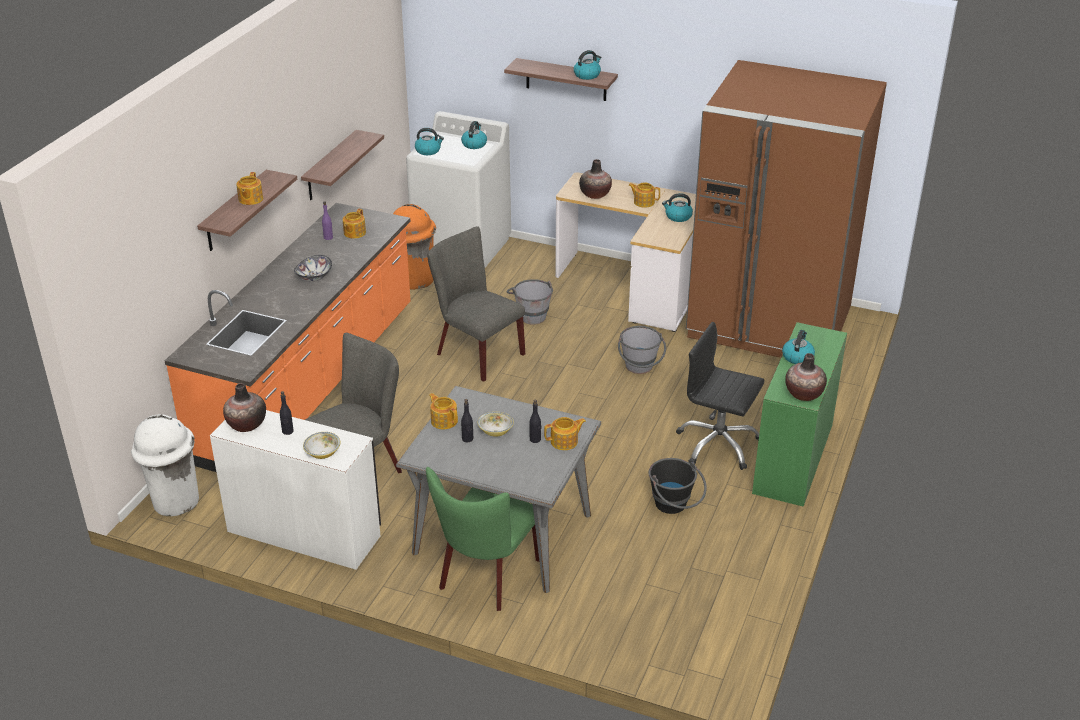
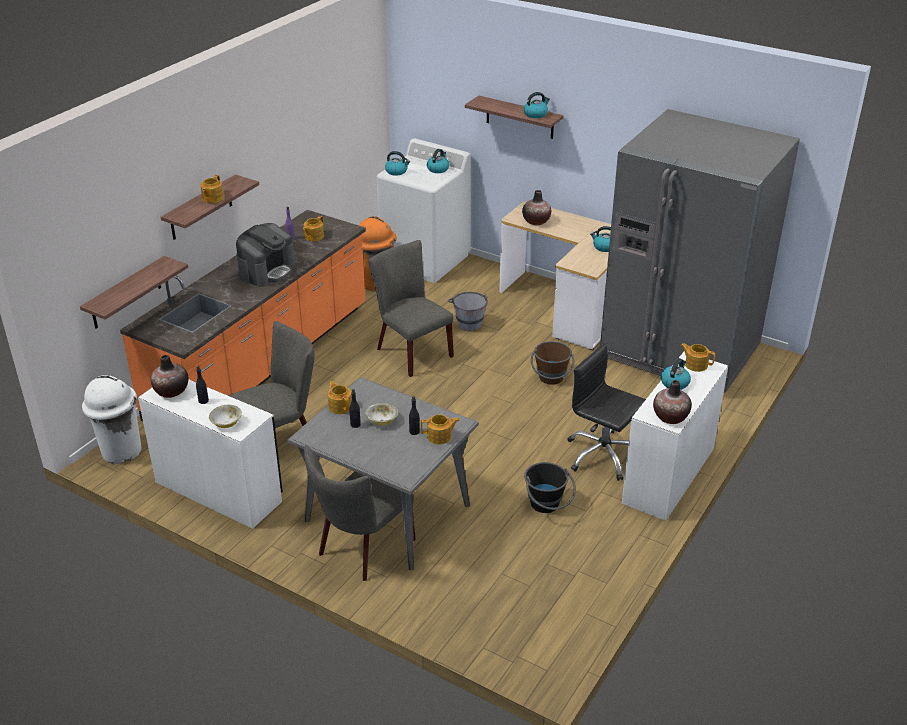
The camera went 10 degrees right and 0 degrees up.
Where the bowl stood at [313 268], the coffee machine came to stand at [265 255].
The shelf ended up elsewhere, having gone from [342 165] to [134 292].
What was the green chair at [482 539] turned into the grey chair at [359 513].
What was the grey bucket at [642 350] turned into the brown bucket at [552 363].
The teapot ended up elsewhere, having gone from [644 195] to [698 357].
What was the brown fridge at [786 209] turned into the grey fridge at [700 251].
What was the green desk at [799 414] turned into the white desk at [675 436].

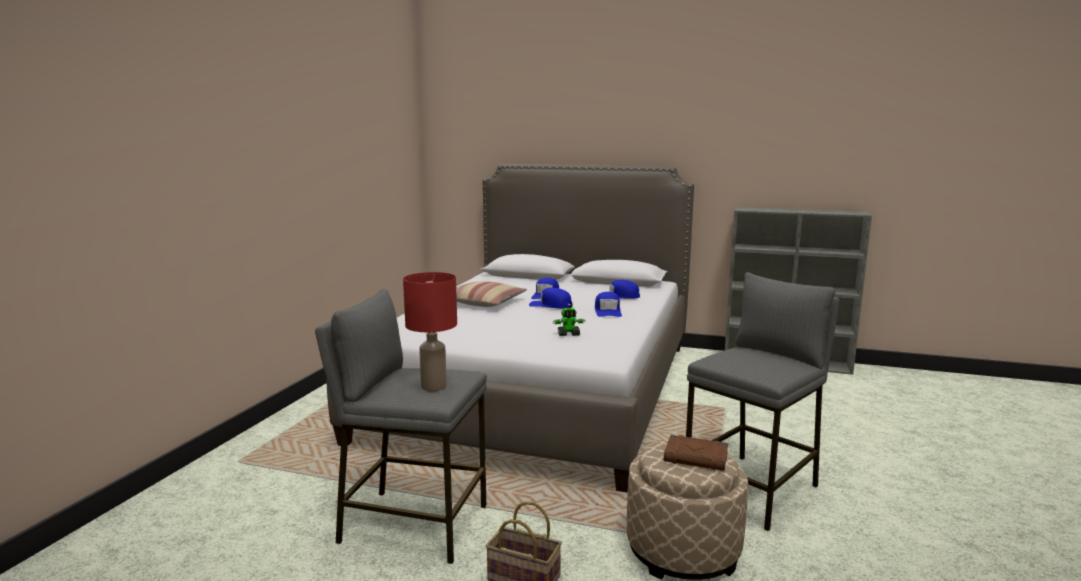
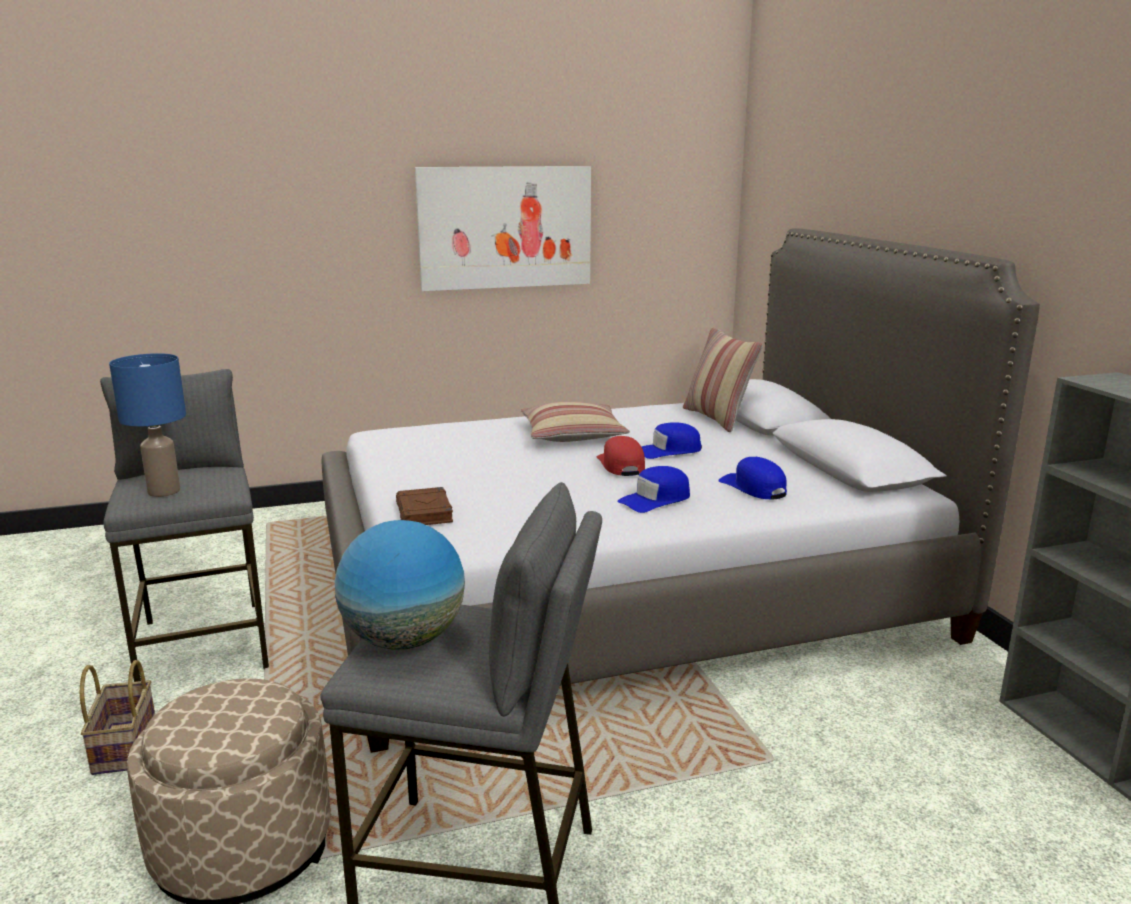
The camera went 55 degrees right and 5 degrees up.
What was the red table lamp at [430 331] turned into the blue table lamp at [147 425].
What was the blue cap at [551 298] turned into the red cap at [621 456].
The second view lost the toy robot at [569 322].
The brown book ended up elsewhere, having gone from [696 453] to [424 506].
The second view gained the globe at [400 585].
The second view gained the picture at [503 228].
The second view gained the pillow at [723 379].

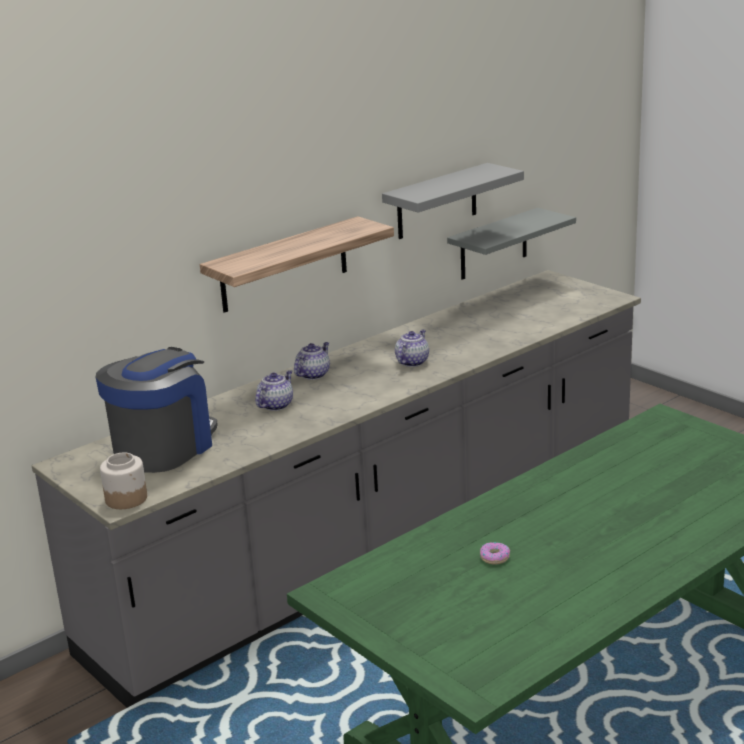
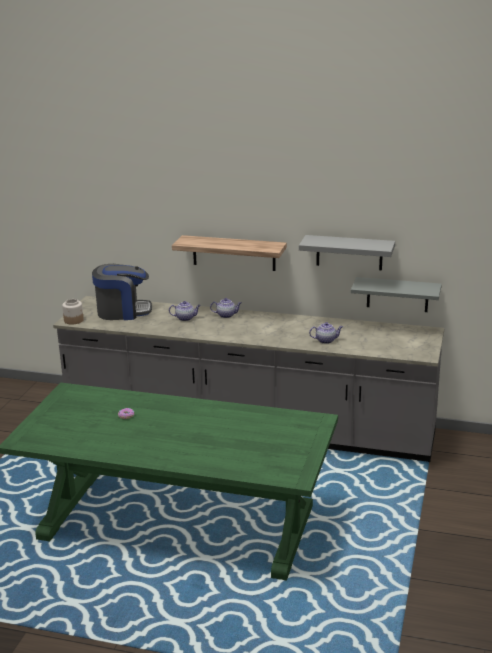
The camera went 55 degrees right and 0 degrees up.
The teapot ended up elsewhere, having gone from [412 348] to [326 333].

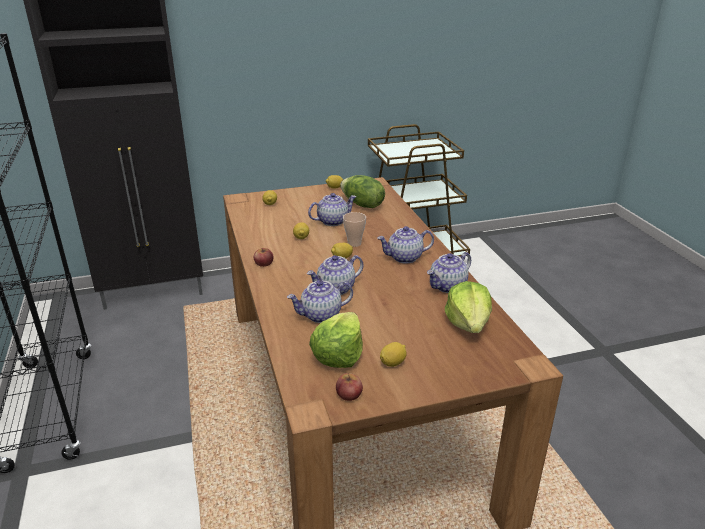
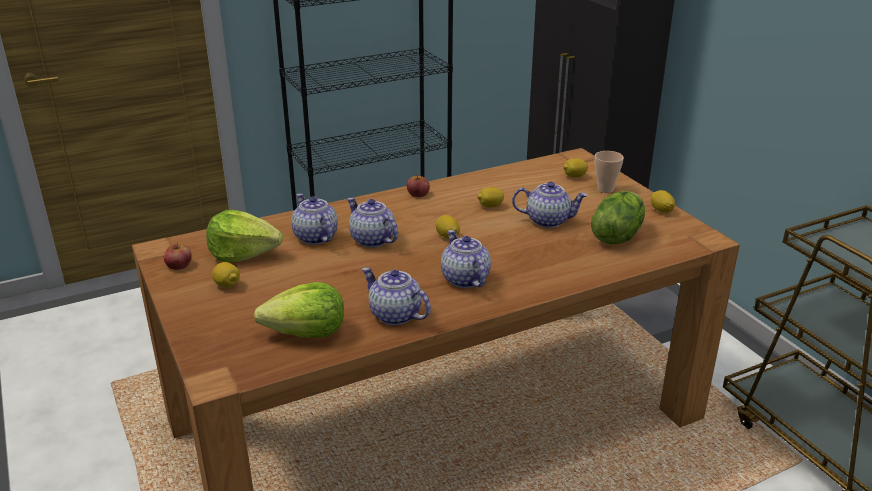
The camera went 80 degrees right and 0 degrees up.
The teapot at [332 209] ended up facing another way, 45 degrees counterclockwise from before.
The cup ended up elsewhere, having gone from [354 229] to [609 172].

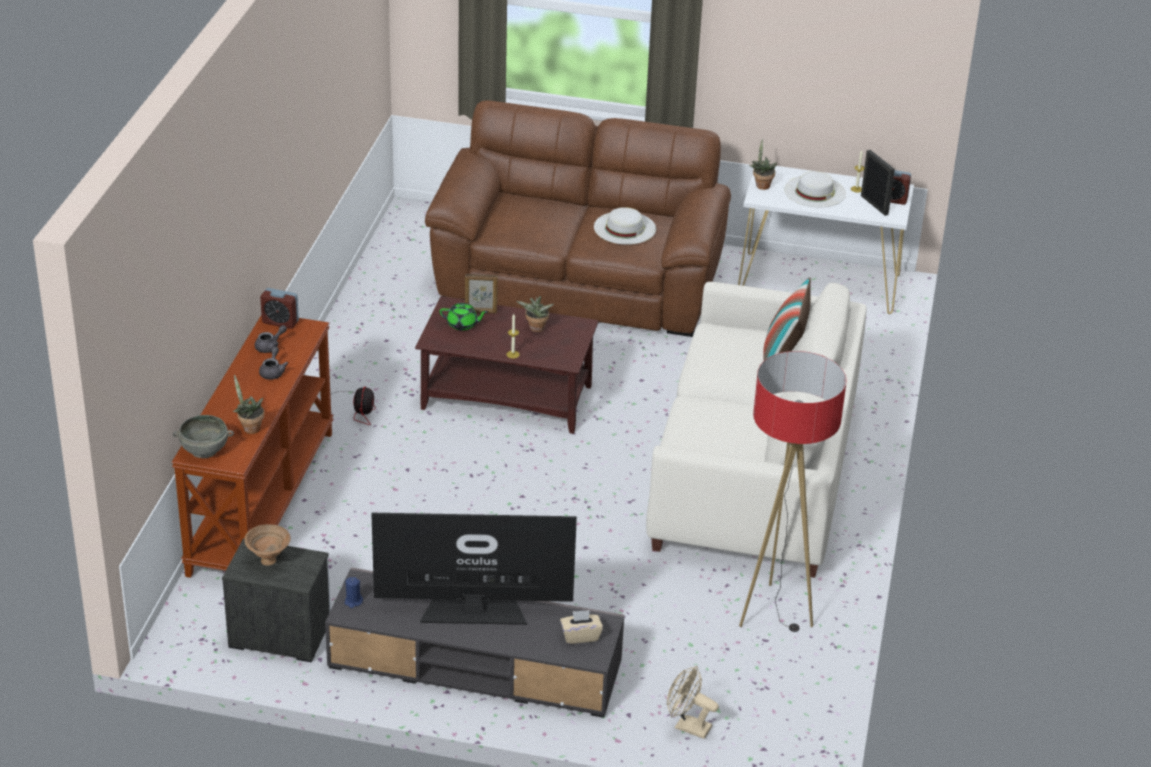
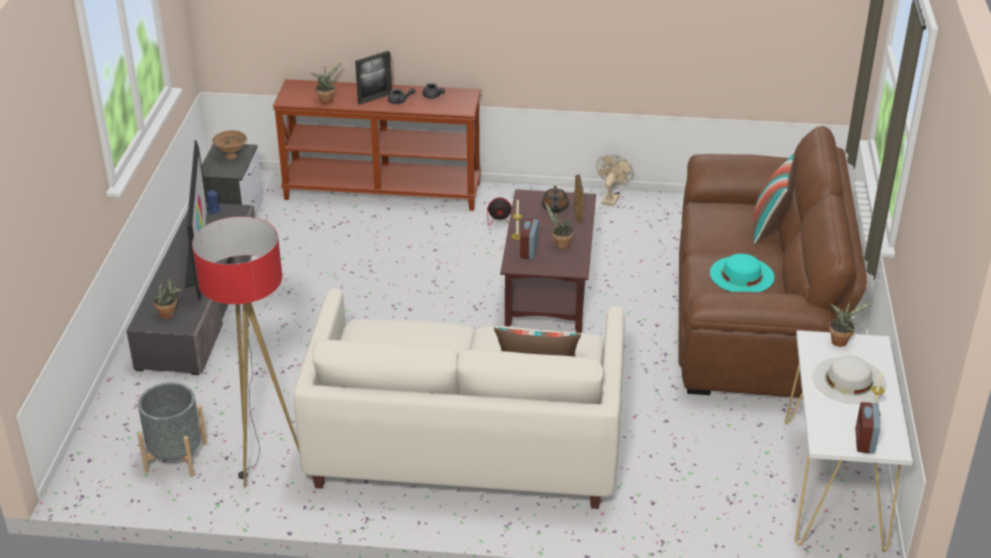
The camera went 85 degrees right and 0 degrees up.
The second view lost the grey bowl at [203 436].
The alarm clock ended up elsewhere, having gone from [279 308] to [529 239].
What was the green teapot at [464 316] turned into the brown teapot at [555 199].
Where the beige tissue box stood at [581 627], the potted plant came to stand at [168 298].
What was the white hat at [625 226] turned into the turquoise hat at [742 273].
The beige fan ended up elsewhere, having gone from [693 702] to [615 180].
The picture frame ended up elsewhere, having gone from [878 183] to [373 78].
The second view gained the grey planter at [172 430].
The second view gained the pillow at [774 199].

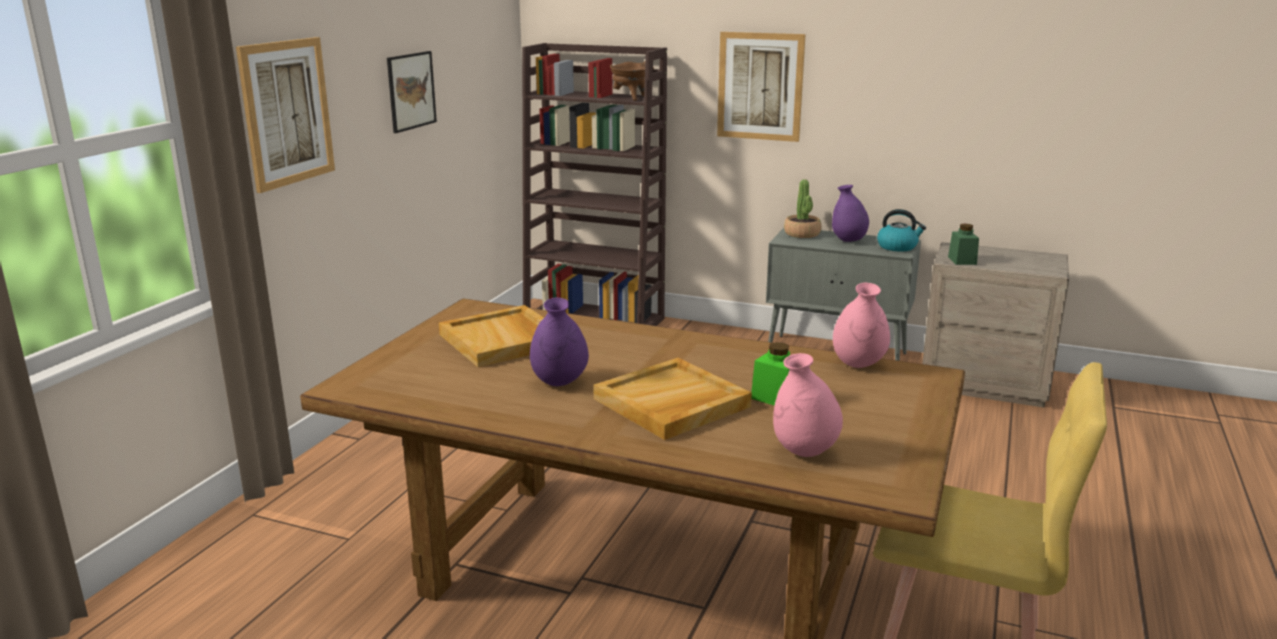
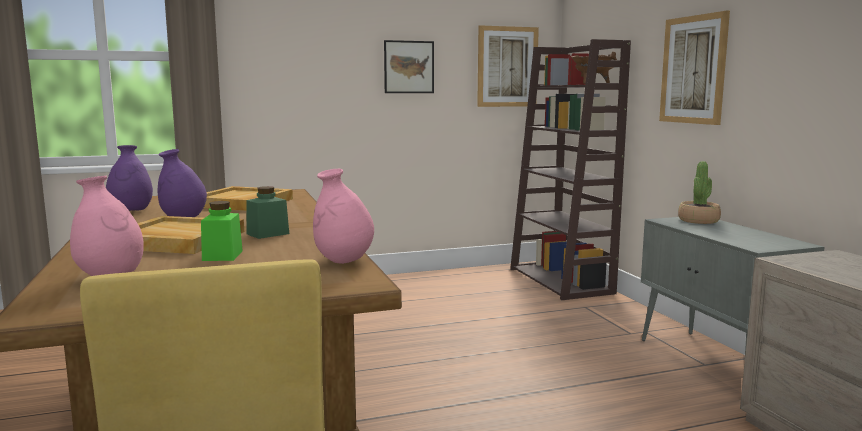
The camera went 50 degrees right and 10 degrees down.
The picture ended up elsewhere, having gone from [285 115] to [508 66].
The purple vase ended up elsewhere, having gone from [850 213] to [129 178].
The second view lost the kettle at [901 230].
The green jar ended up elsewhere, having gone from [963 244] to [267 212].

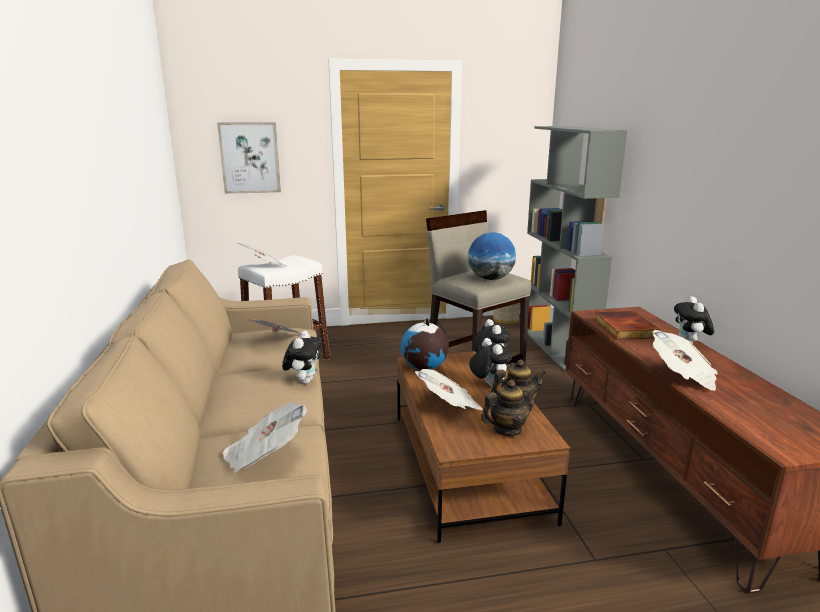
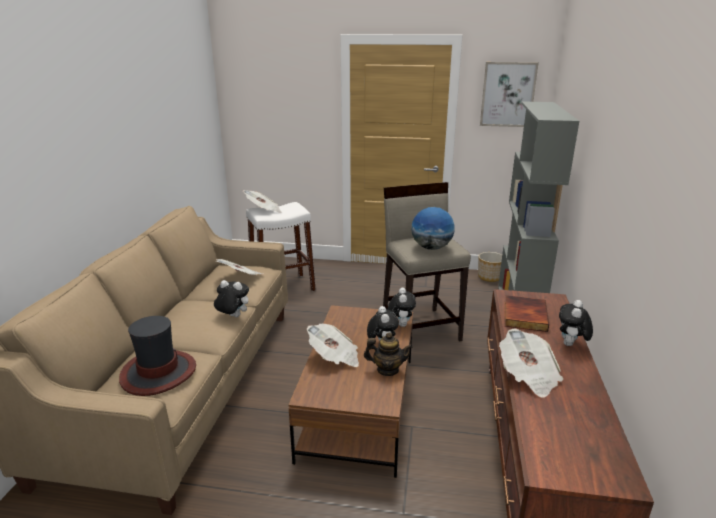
The camera went 20 degrees right and 5 degrees up.
The picture ended up elsewhere, having gone from [249 158] to [509 94].
Where the newspaper stood at [264 437], the hat came to stand at [157 356].
The plush toy at [302 357] ended up facing another way, 105 degrees counterclockwise from before.
The second view lost the globe at [425 344].
The second view lost the teapot at [509 408].

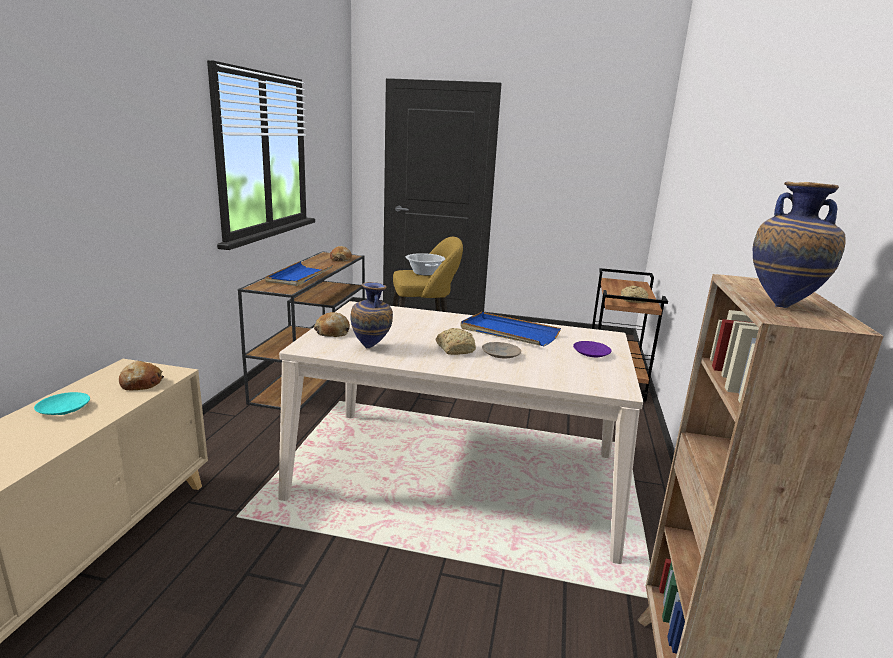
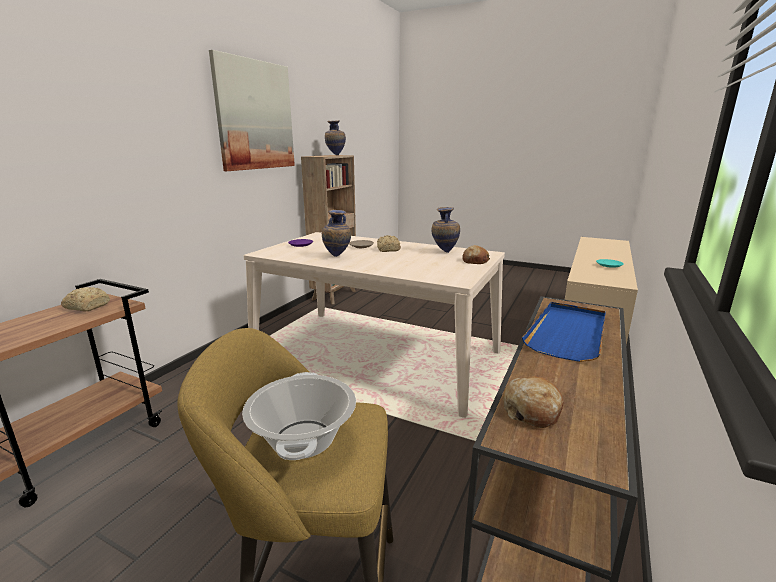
The camera went 165 degrees left and 0 degrees up.
The second view lost the bread at [141 375].
Where the blue tray stood at [510 329], the vase came to stand at [336 233].
The second view gained the picture at [252 110].

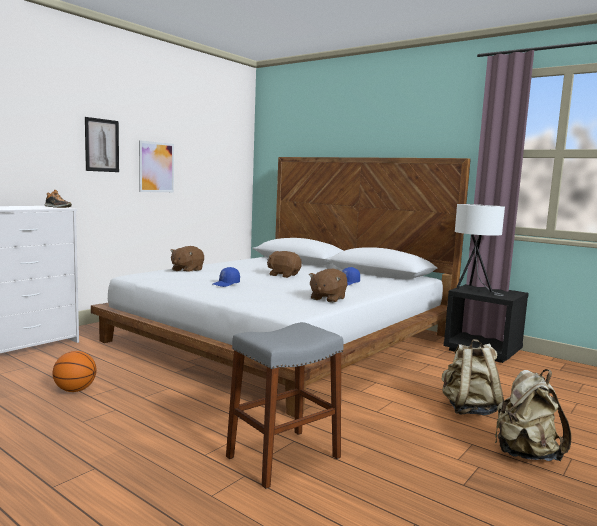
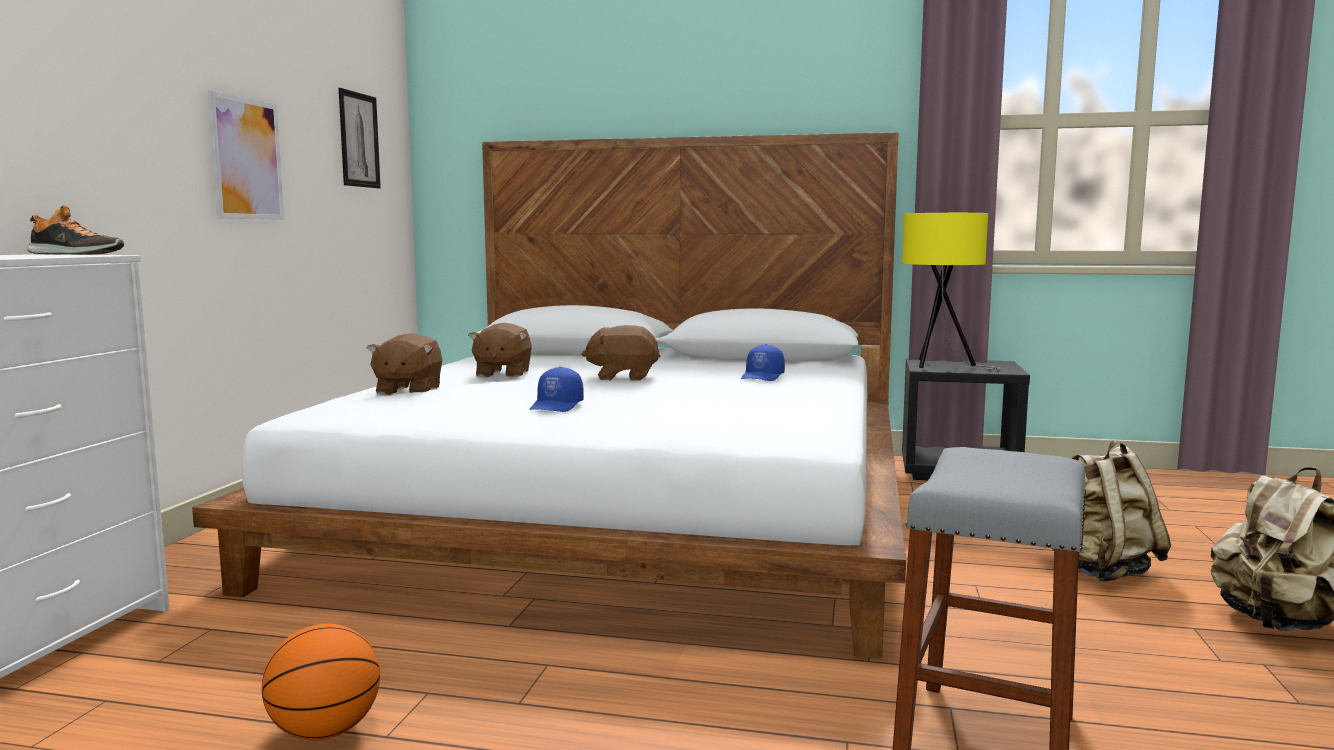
The camera went 25 degrees left and 0 degrees up.
The picture ended up elsewhere, having gone from [102 144] to [360 138].
The brown plush toy ended up elsewhere, having gone from [328 286] to [500 350].
What was the white table lamp at [480 250] turned into the yellow table lamp at [951 291].

